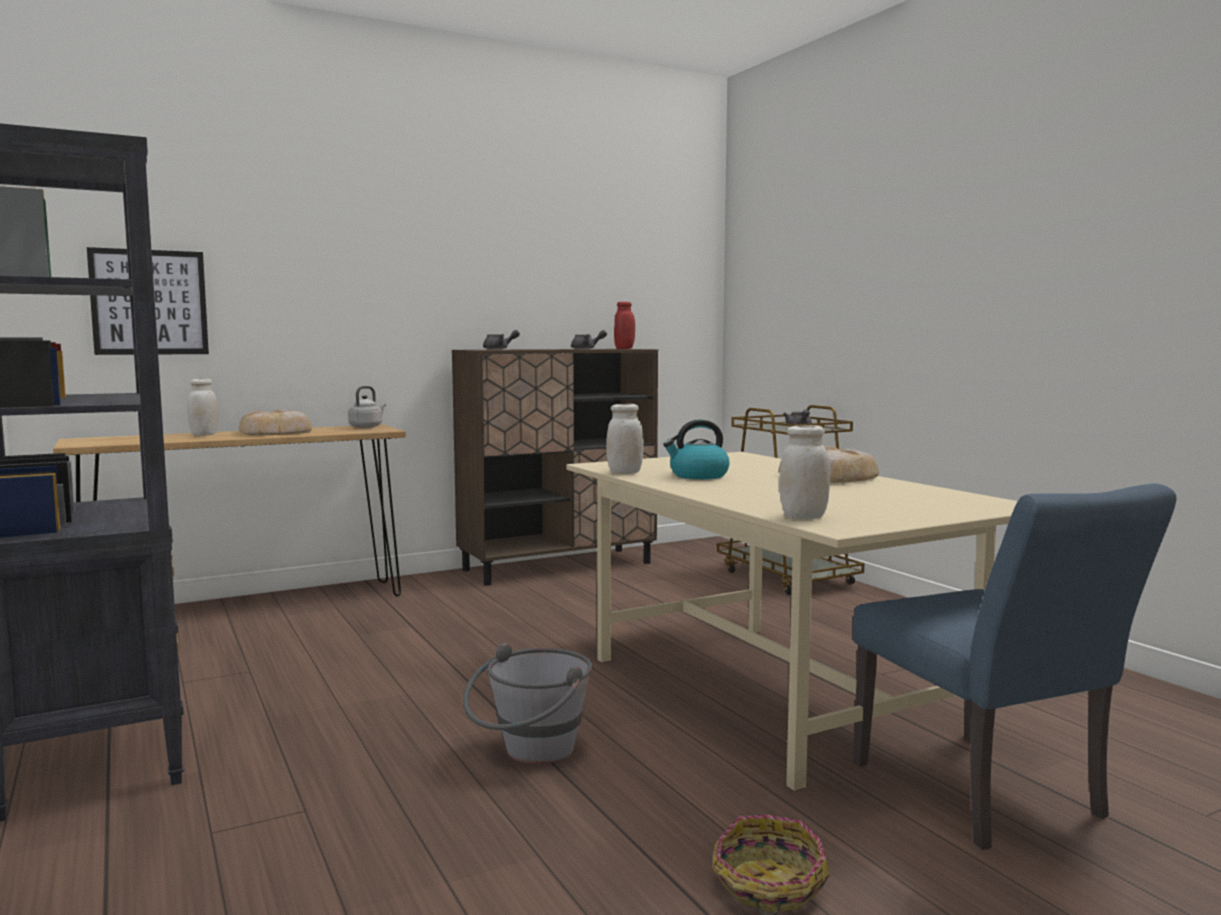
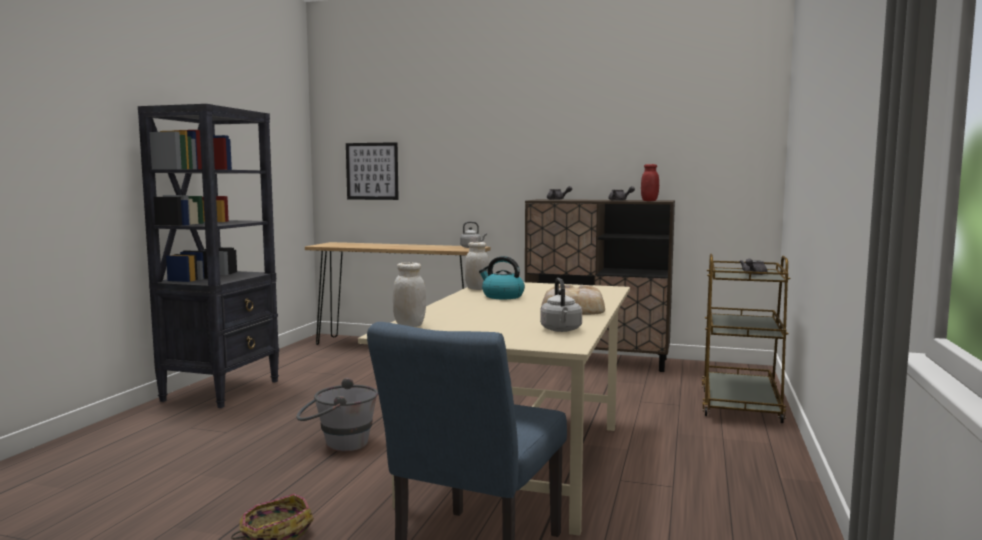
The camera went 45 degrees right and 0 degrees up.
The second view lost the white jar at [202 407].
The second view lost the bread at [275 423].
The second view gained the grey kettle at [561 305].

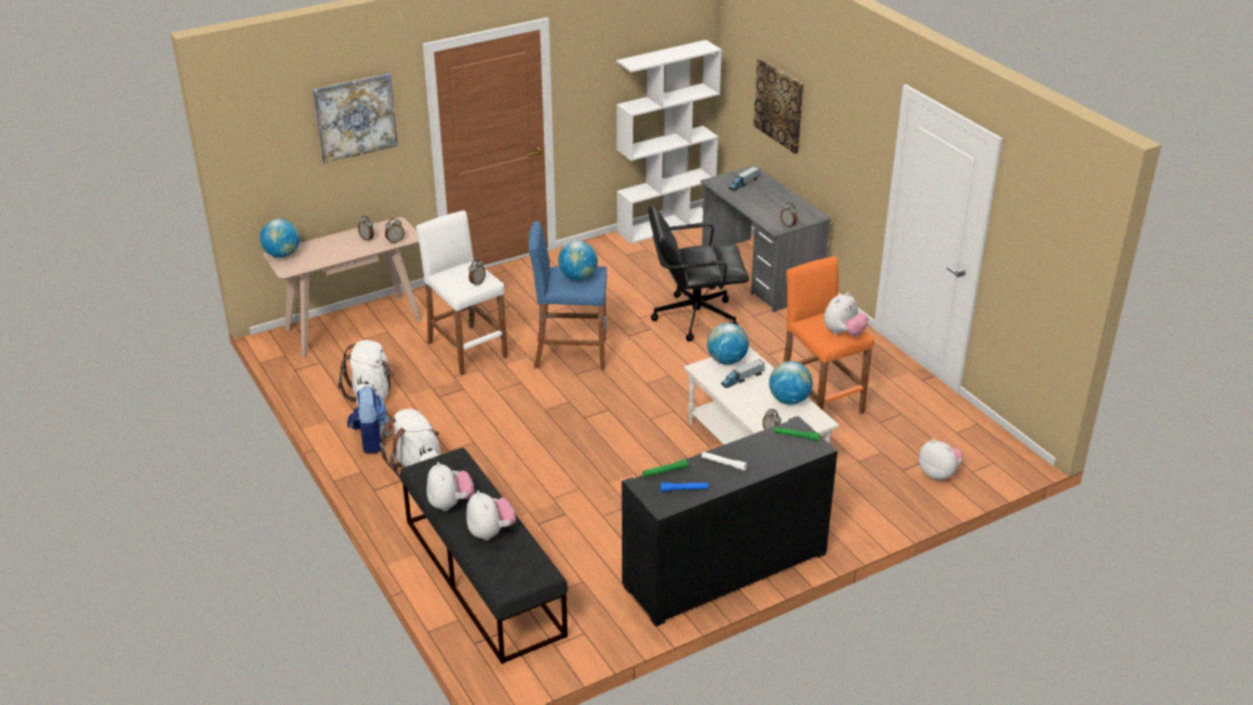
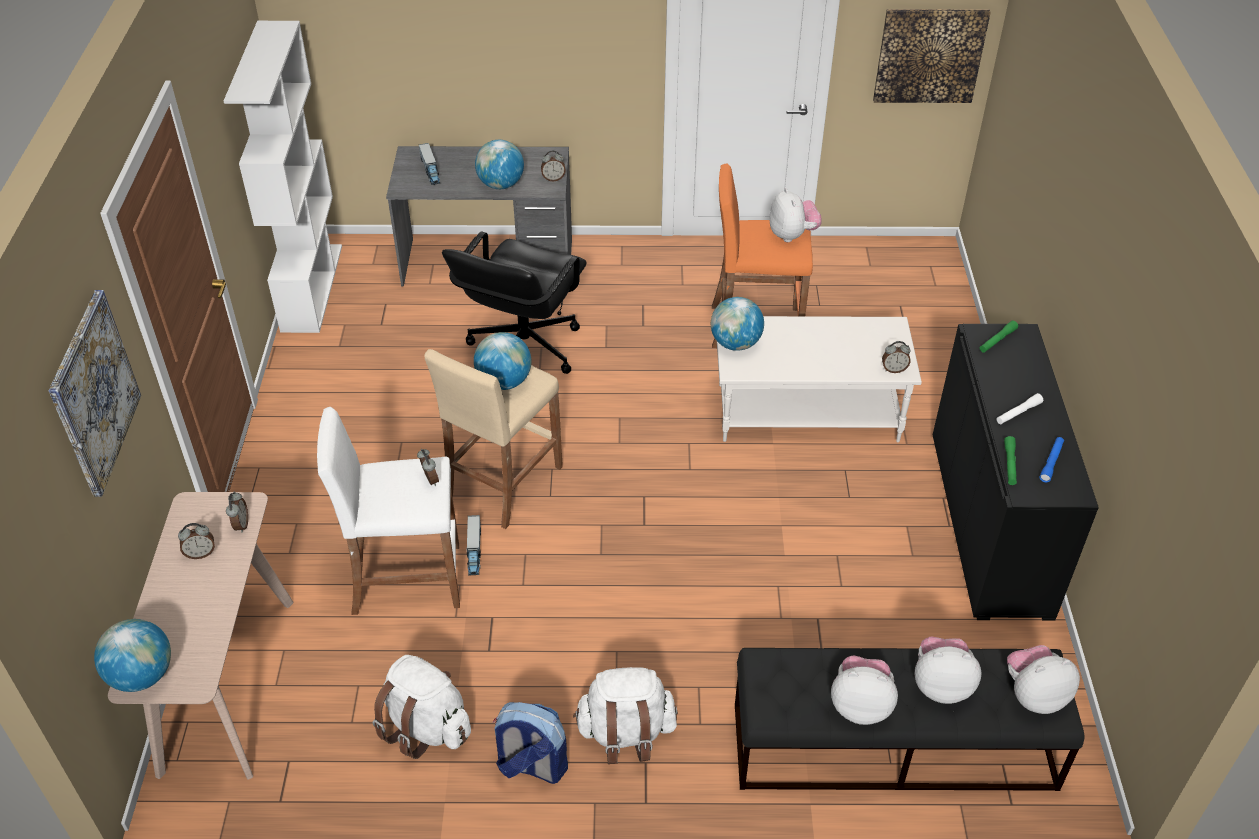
The camera went 60 degrees left and 10 degrees up.
What was the blue stool at [568 295] turned into the beige stool at [493 439].
The toy truck ended up elsewhere, having gone from [743 373] to [474 545].
The picture ended up elsewhere, having gone from [778 106] to [932 56].
The globe ended up elsewhere, having gone from [791 383] to [499 164].
The plush toy ended up elsewhere, having gone from [941 460] to [1043 679].

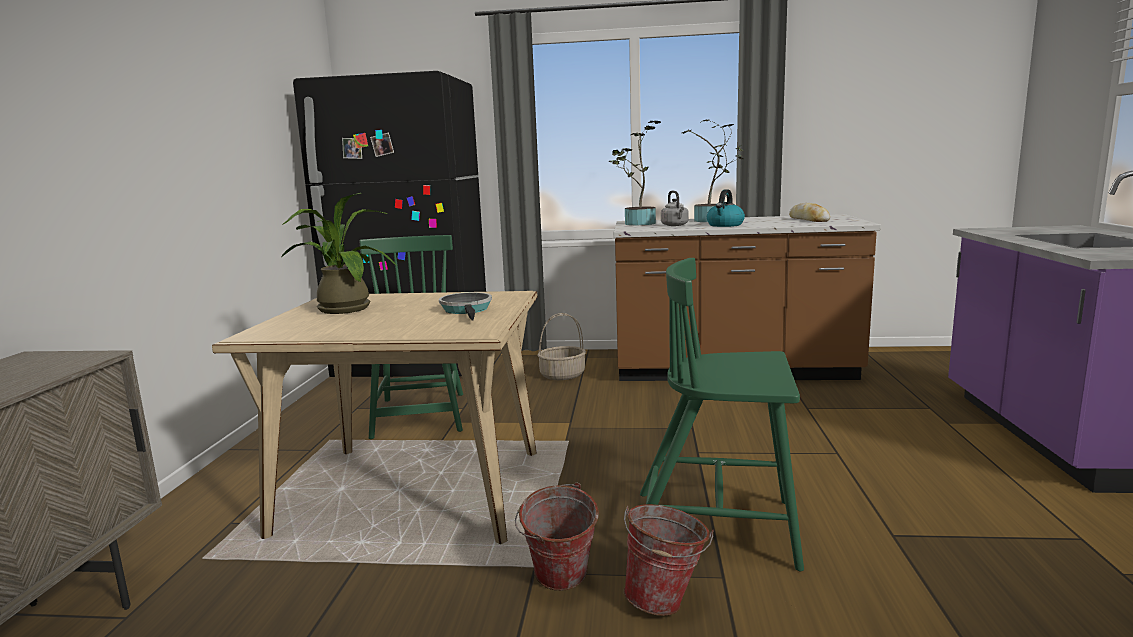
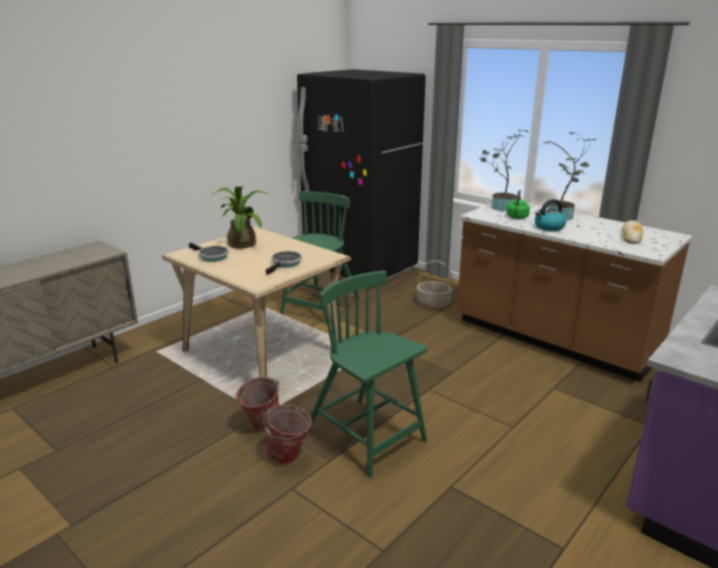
The camera went 35 degrees right and 10 degrees up.
What was the grey kettle at [675 208] turned into the green kettle at [518 204].
The second view gained the frying pan at [209 252].

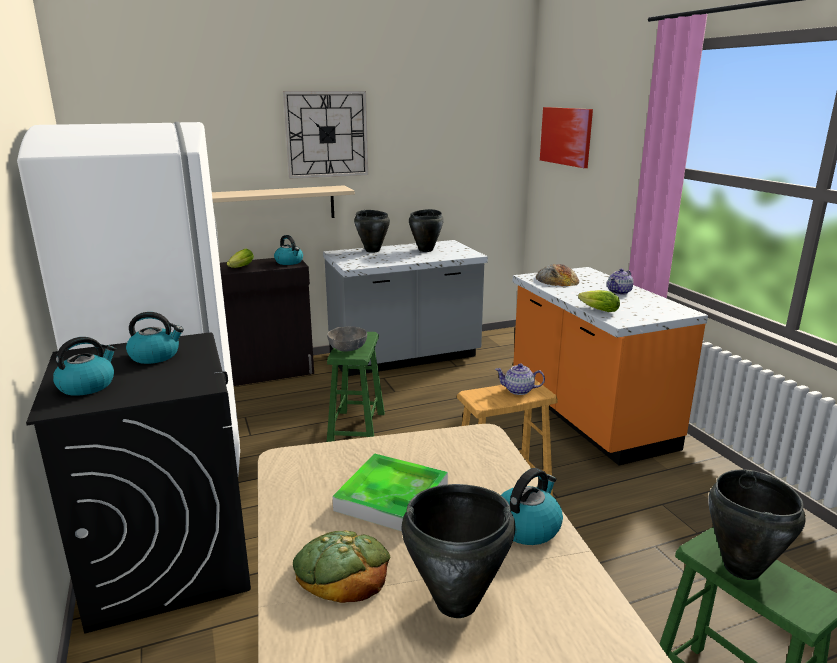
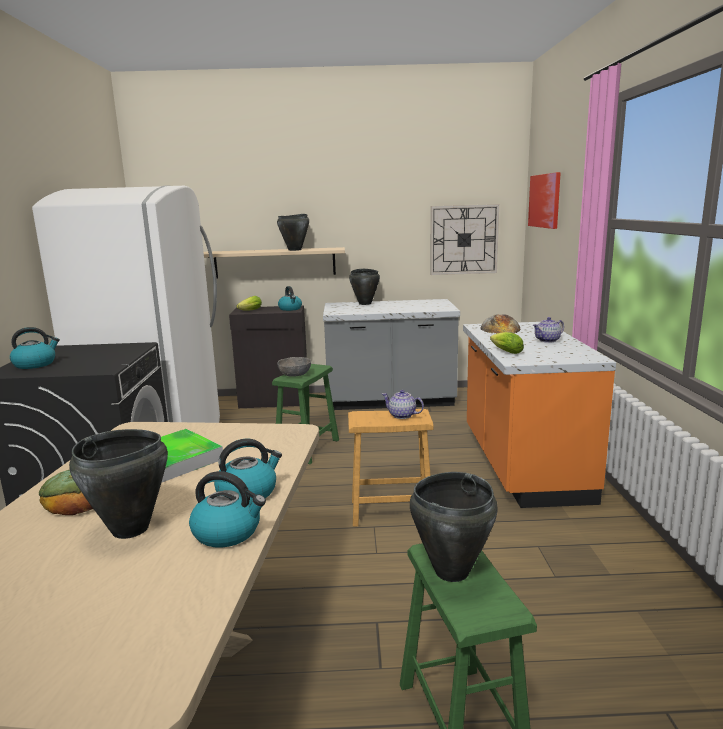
The camera went 20 degrees right and 5 degrees down.
The kettle ended up elsewhere, having gone from [155 338] to [227 509].
The wall clock ended up elsewhere, having gone from [325 135] to [464 239].
The black cooking pot ended up elsewhere, having gone from [426 230] to [293 232].

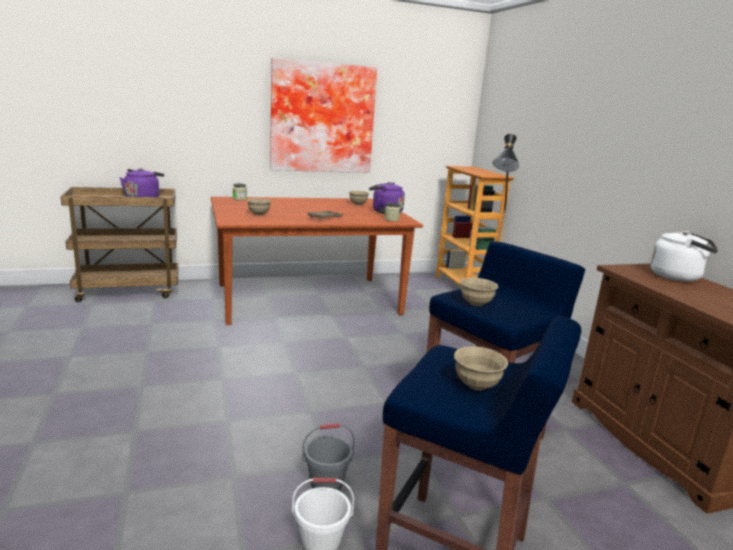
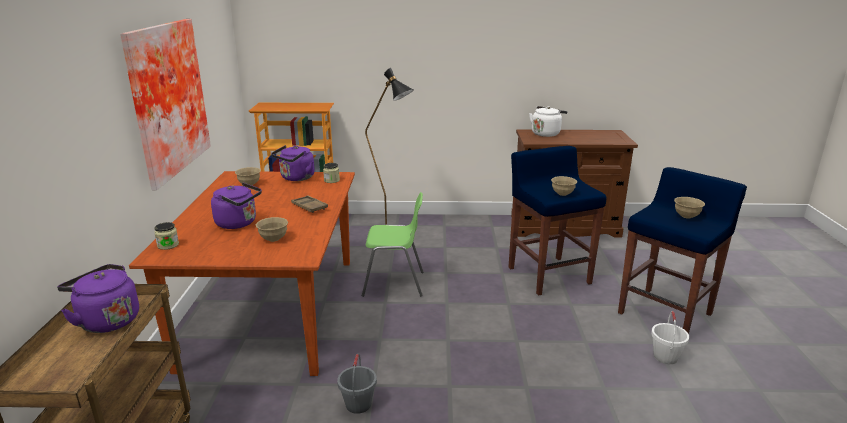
The camera went 70 degrees left and 5 degrees up.
The grey bucket ended up elsewhere, having gone from [328 457] to [357 383].
The second view gained the purple kettle at [236 205].
The second view gained the green chair at [393 244].

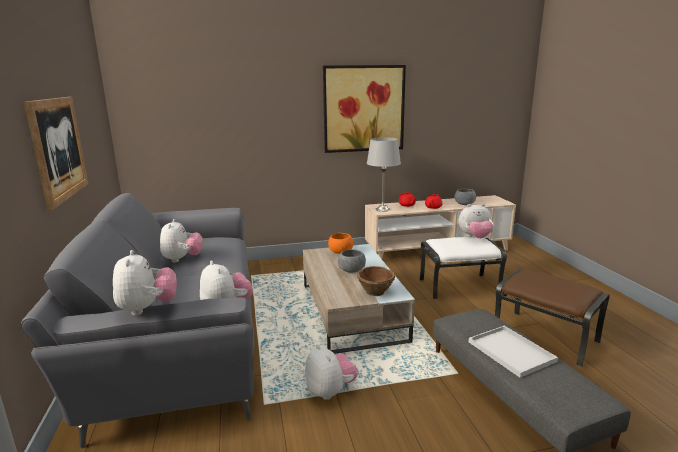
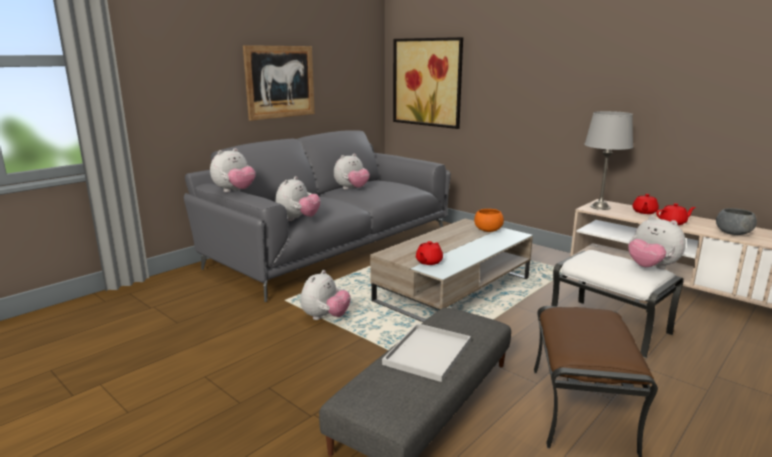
The camera went 55 degrees right and 0 degrees up.
The picture ended up elsewhere, having gone from [364 109] to [428 83].
The second view lost the grey bowl at [352 261].
Where the brown bowl stood at [376 281], the red teapot came to stand at [429 253].

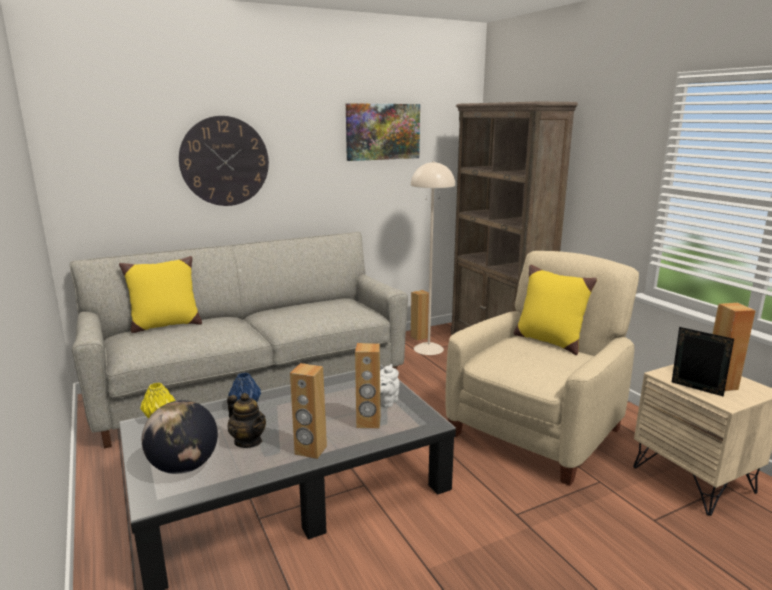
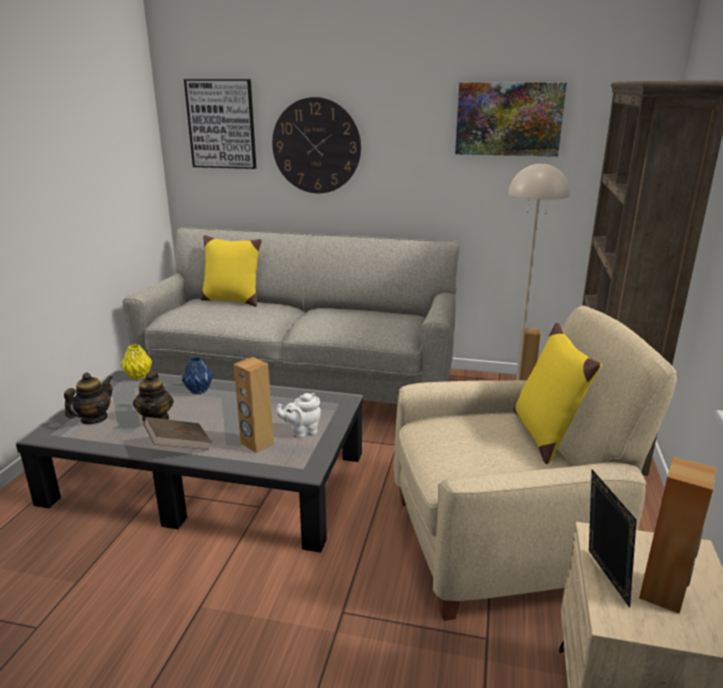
The camera went 40 degrees right and 5 degrees up.
Where the globe stood at [180 437], the teapot came to stand at [88 398].
Where the brown speaker stood at [308 411], the brown book came to stand at [178 433].
The second view gained the picture at [220 124].

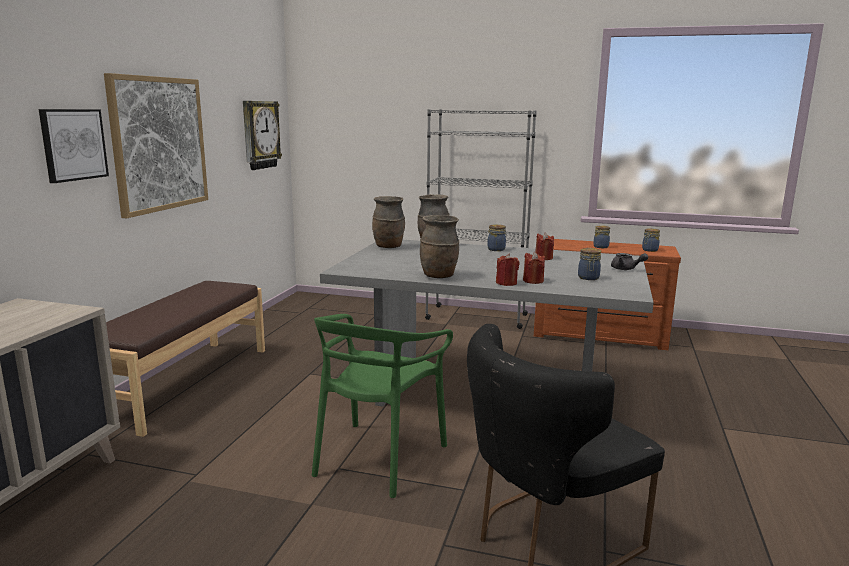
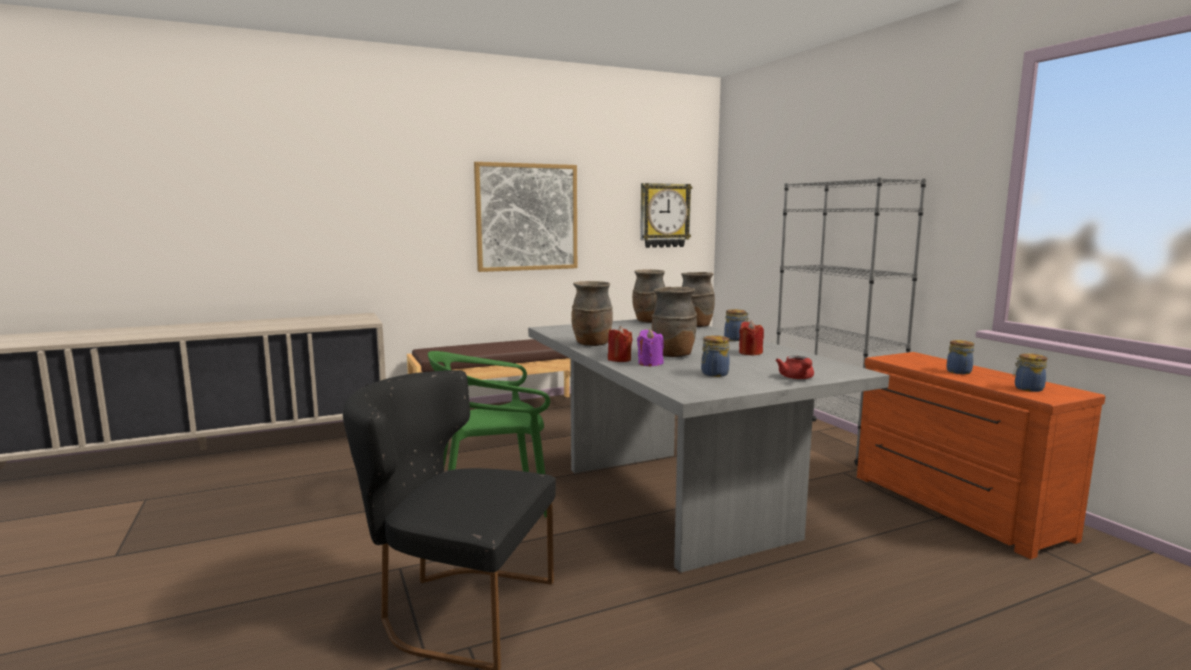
The camera went 50 degrees right and 5 degrees down.
The second view lost the picture at [74 146].
What was the red candle at [534 268] turned into the purple candle at [650 347].
What was the grey teapot at [629 261] turned into the red teapot at [794 367].
The second view gained the brown vase at [674 322].

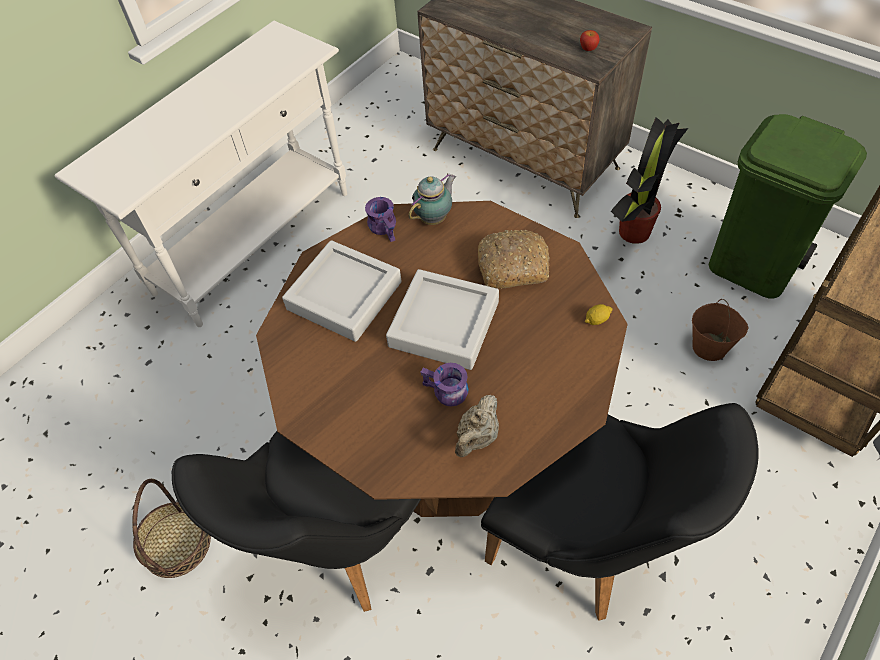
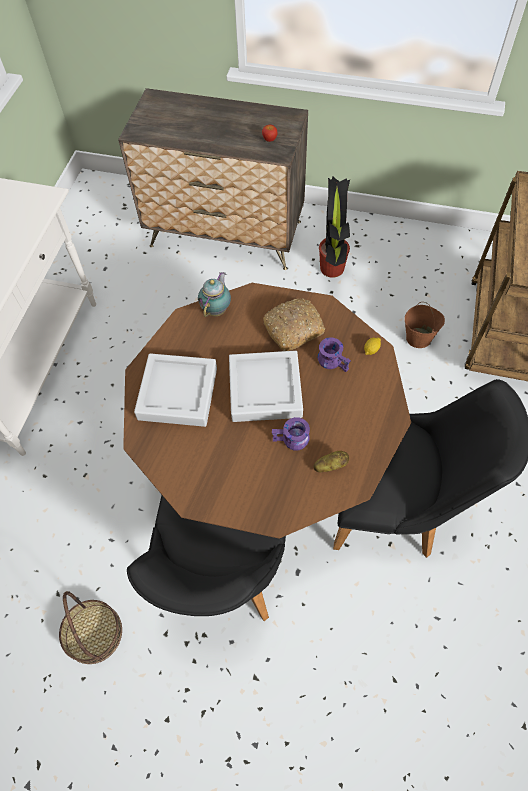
The camera went 25 degrees left and 5 degrees up.
The purple mug ended up elsewhere, having gone from [380 219] to [334 354].
Where the beige teapot stood at [477 426], the potato came to stand at [331 462].
The second view lost the green trash can at [788 206].

